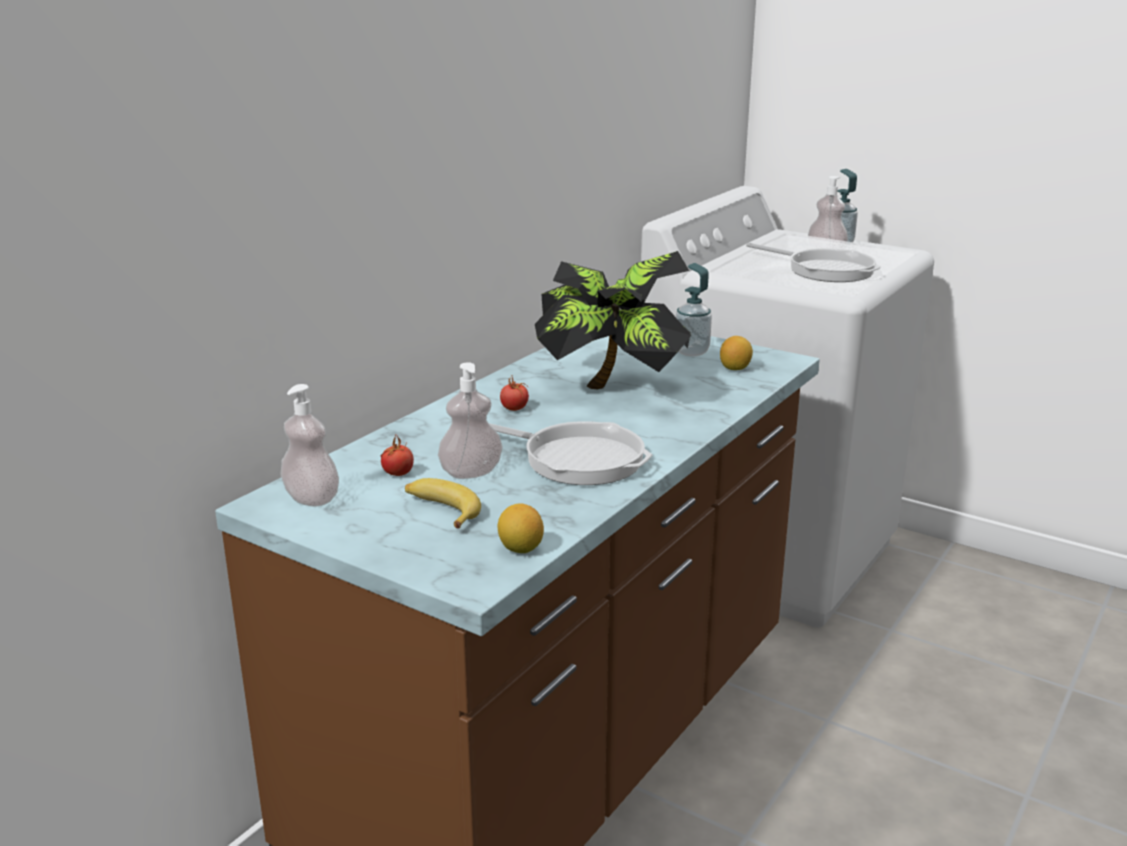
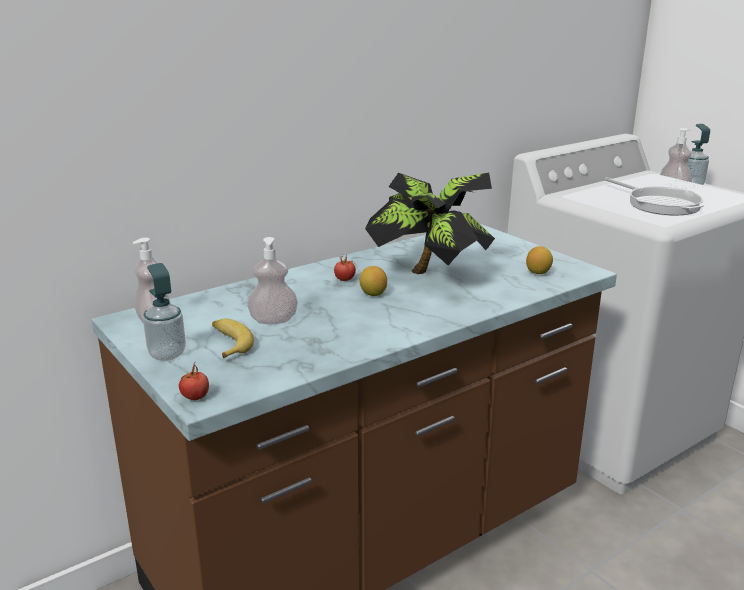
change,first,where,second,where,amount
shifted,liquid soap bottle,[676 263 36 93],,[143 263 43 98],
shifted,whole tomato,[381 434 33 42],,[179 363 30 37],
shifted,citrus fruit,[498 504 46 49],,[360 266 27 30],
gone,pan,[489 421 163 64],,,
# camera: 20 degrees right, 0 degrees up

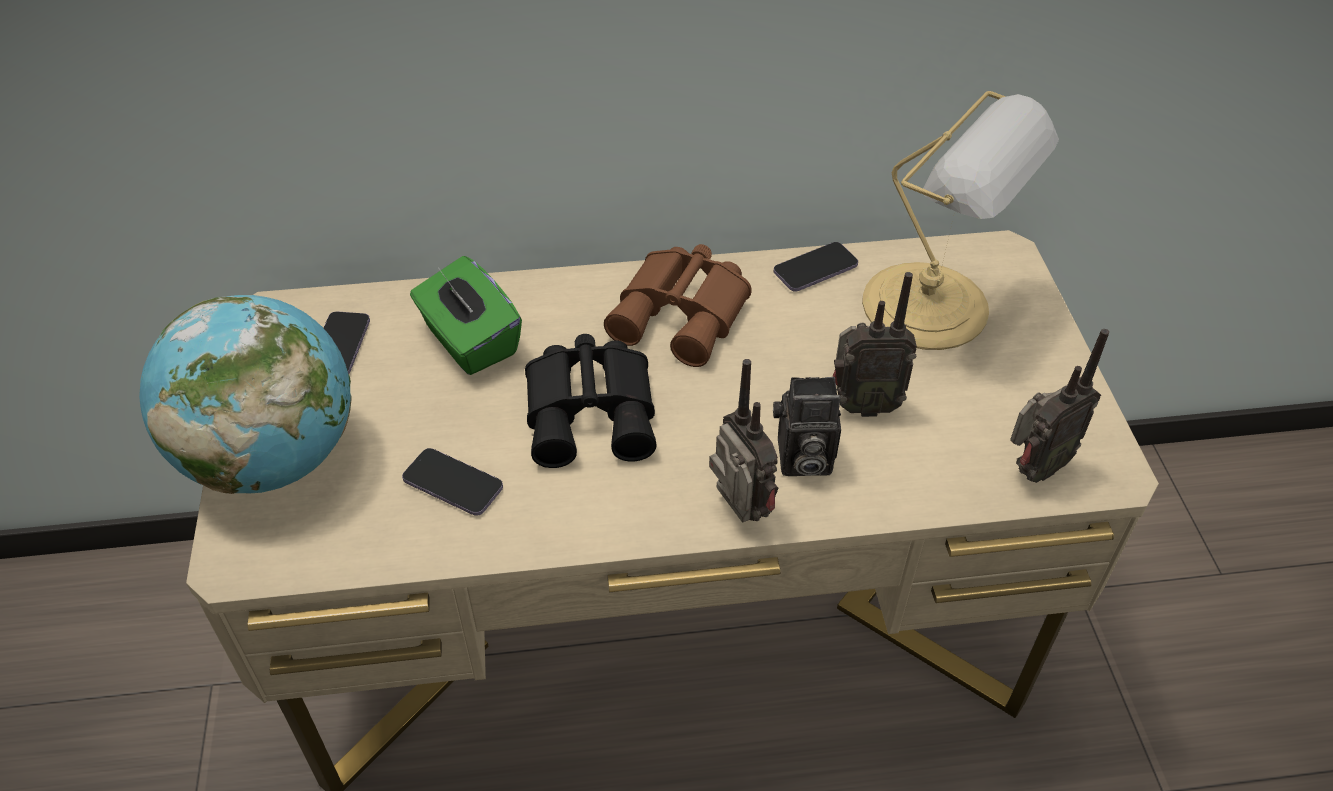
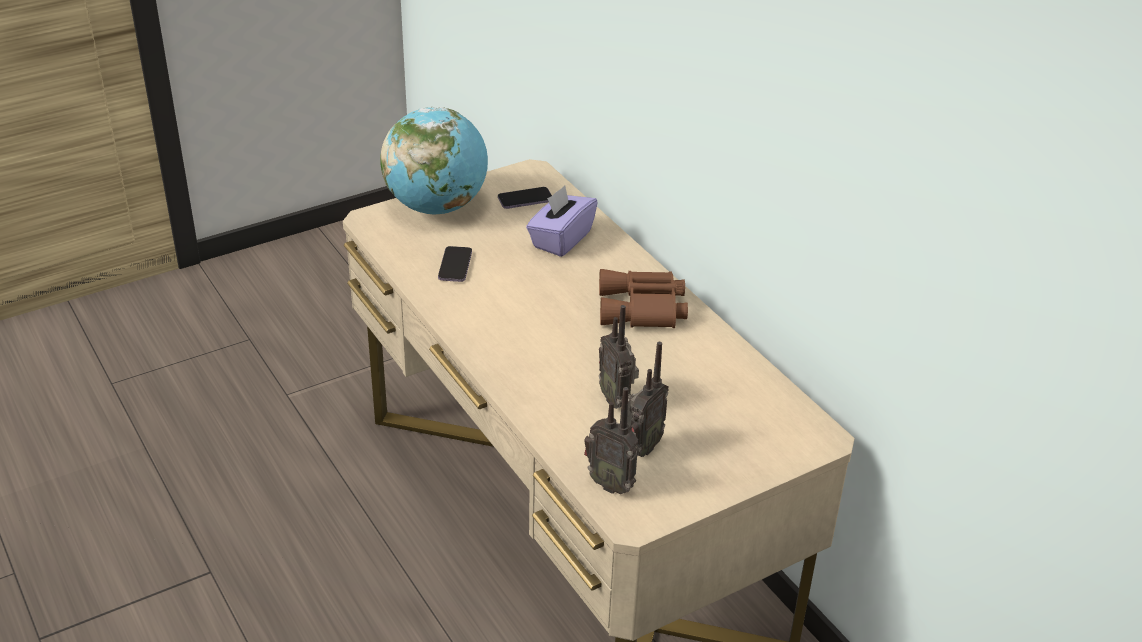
change,first,where,second,where,amount
repainted,greenish box of tissues,[410 256 112 119],purple box of tissues,[526 185 72 72],
shifted,radio set,[709 359 70 164],,[627 342 42 115],
gone,black-coloured field glasses,[525 334 132 134],,,
gone,still camera,[773 377 68 99],,,
gone,phone,[774 242 84 50],,,
gone,tabletop lamp,[862 91 197 259],,,
# camera: 65 degrees right, 10 degrees down

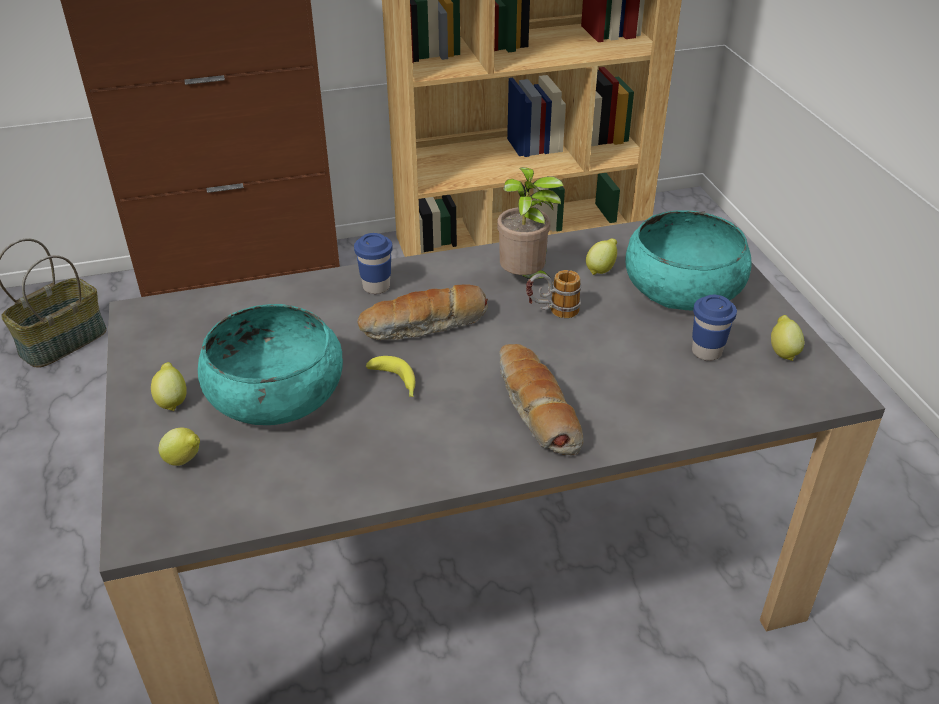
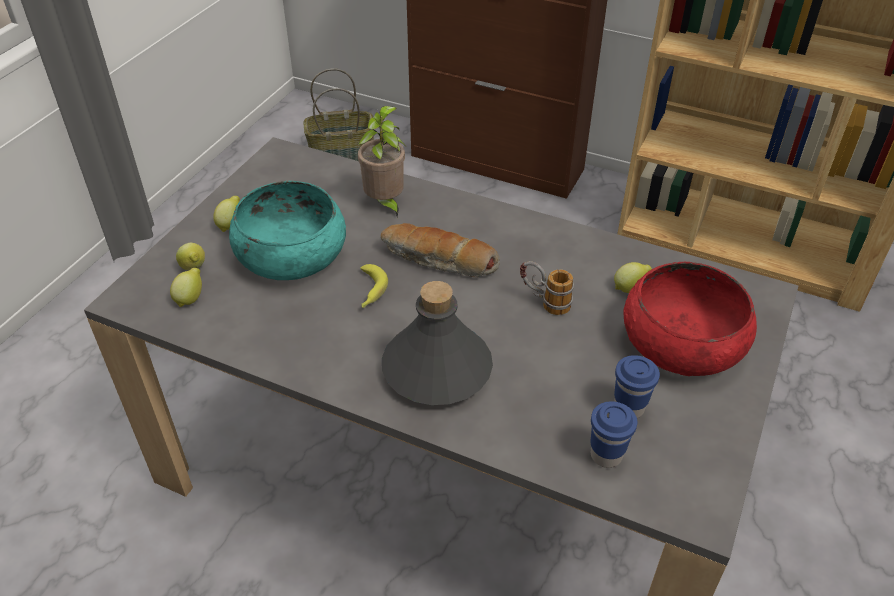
change,first,where,second,where,amount
shifted,citrus fruit,[771 315 33 46],,[170 268 32 39],
shifted,potted plant,[497 167 67 112],,[358 106 48 111],
swapped,baked bread,[499 344 85 111],gray beverage bottle,[382 281 111 124],
shifted,bluish cup,[354 233 39 61],,[591 401 46 67],
repainted,turquoise bowl,[625 210 127 101],reddish bowl,[623 262 134 114],
# camera: 40 degrees right, 5 degrees up

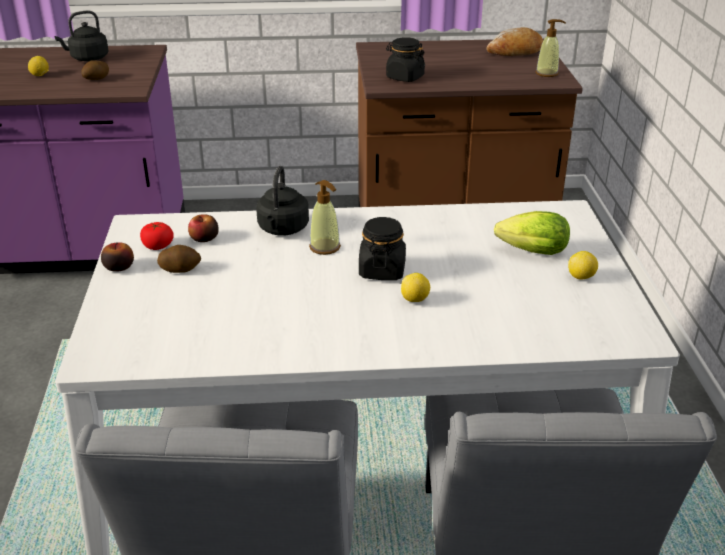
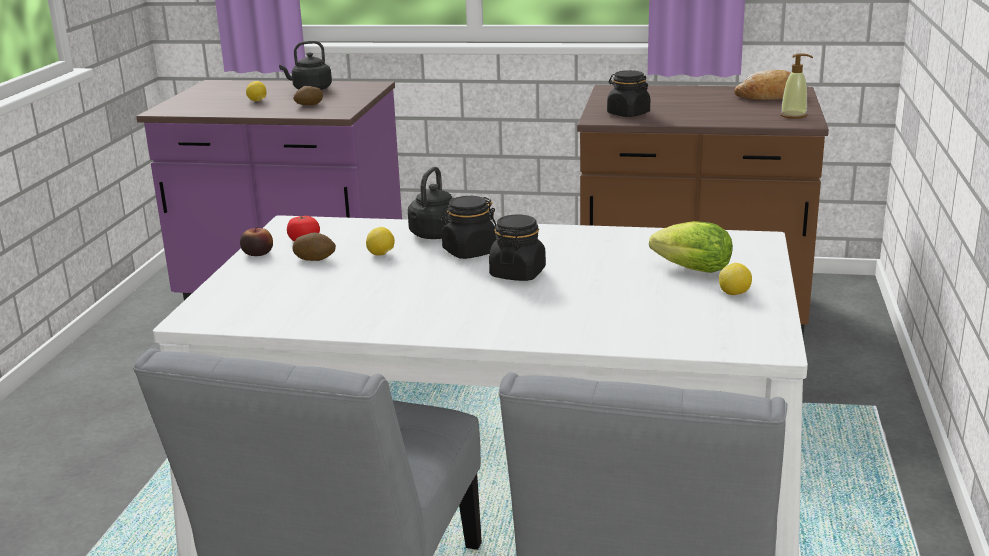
change,first,where,second,where,amount
shifted,citrus fruit,[401 273 29 29],,[366 227 29 29],
swapped,liquid soap bottle,[309 180 32 75],black-coloured storage jar,[439 196 58 63],
gone,apple fruit,[188 214 31 28],,,
# camera: 15 degrees right, 10 degrees down

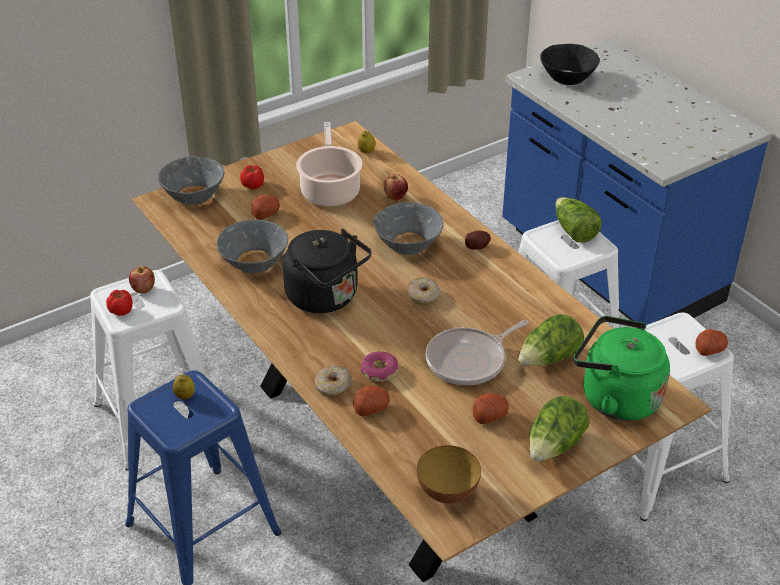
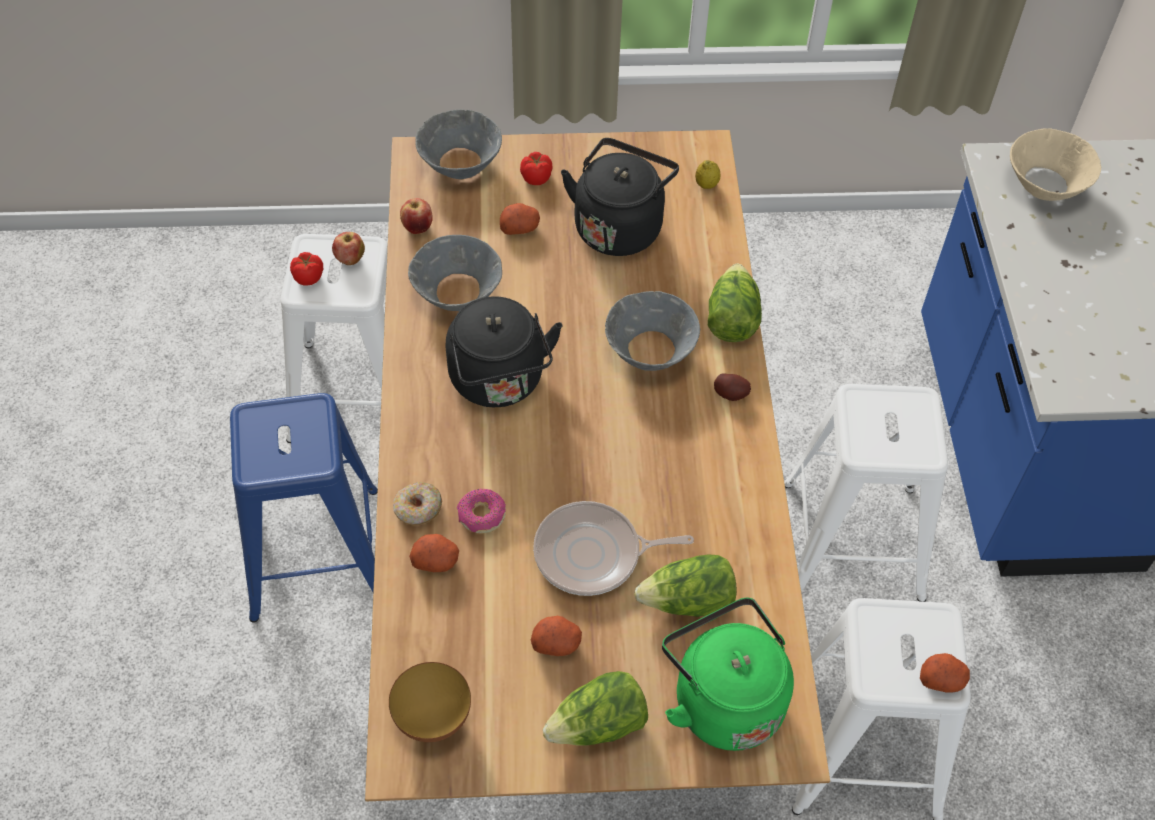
change,first,where,second,where,amount
shifted,apple fruit,[384 174 24 27],,[400 198 33 36],
swapped,saucepot,[296 122 67 85],black-coloured water kettle,[561 138 118 118],
shifted,lettuce,[555 197 46 46],,[708 264 54 78],
repainted,black-coloured bowl,[540 44 60 41],sand-coloured bowl,[1010 128 91 73],
gone,citrus fruit,[173 374 22 26],,,
gone,ring doughnut,[407 277 33 29],,,
# camera: 30 degrees right, 15 degrees up

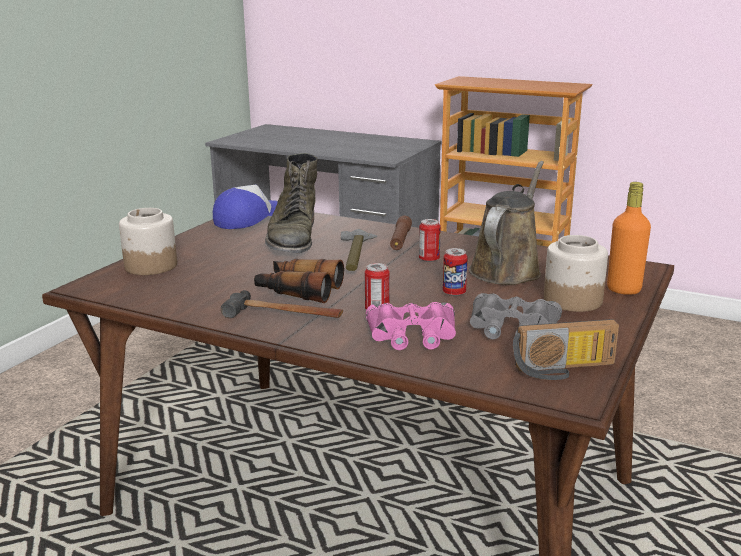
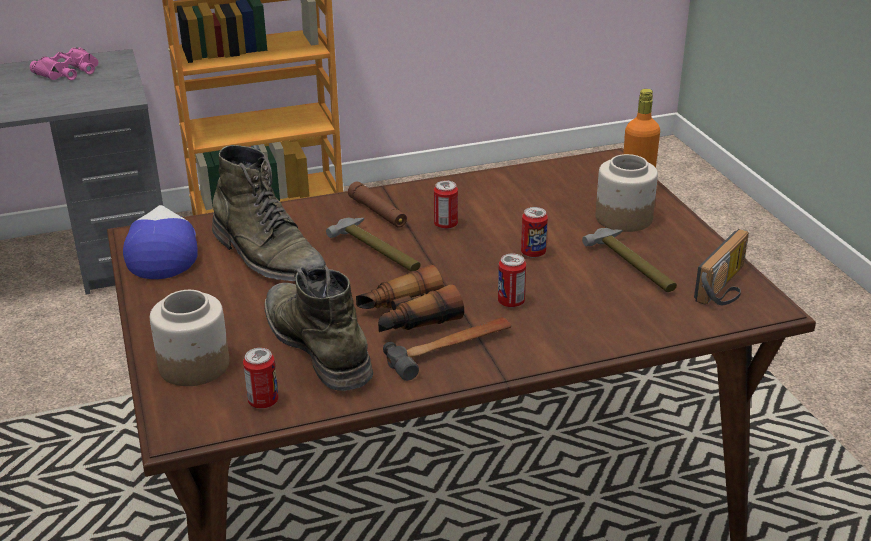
change,first,where,second,where,amount
shifted,pink-coloured field glasses,[366 302 90 48],,[30 47 68 33],
new,,,sealed can,[243 348 35 61],
new,,,greenish tall boot,[264 266 109 125],
swapped,gray field glasses,[470 293 92 46],tool hammer,[582 228 95 64],
gone,brown-coloured watering pot,[469 161 75 124],,,
# camera: 45 degrees left, 10 degrees up

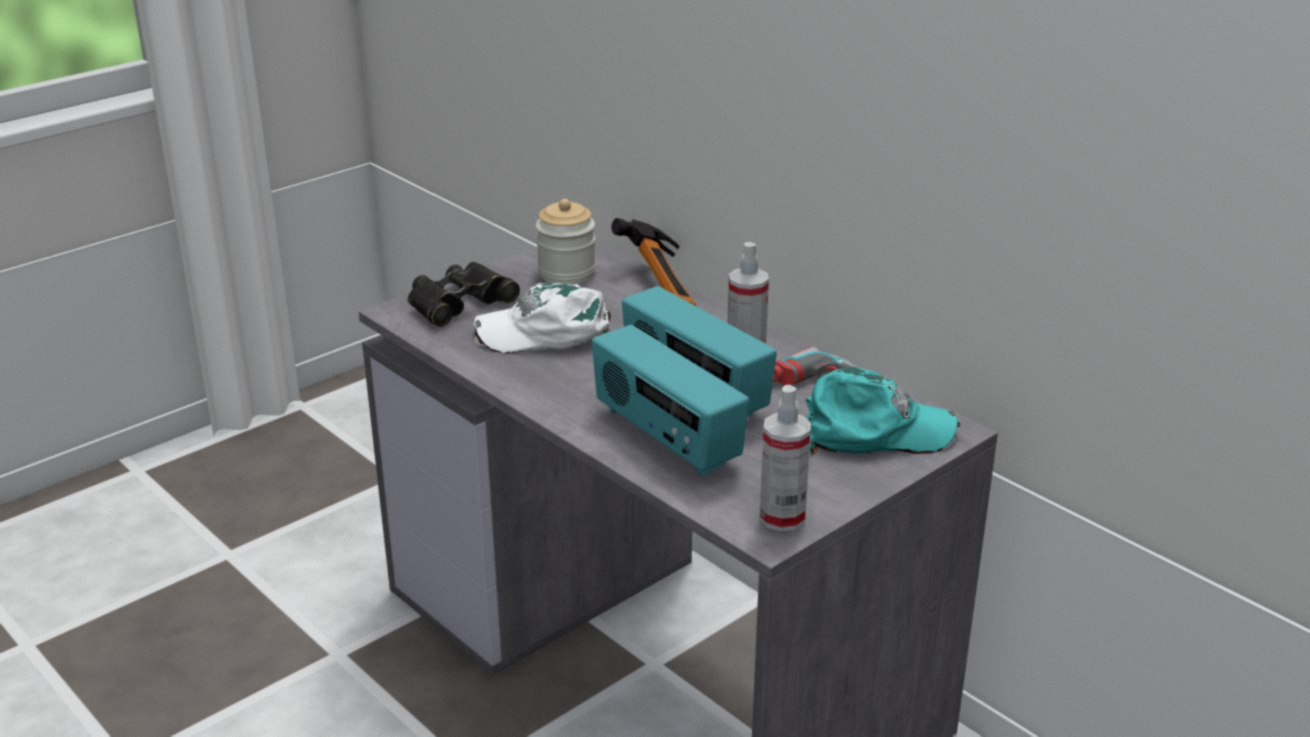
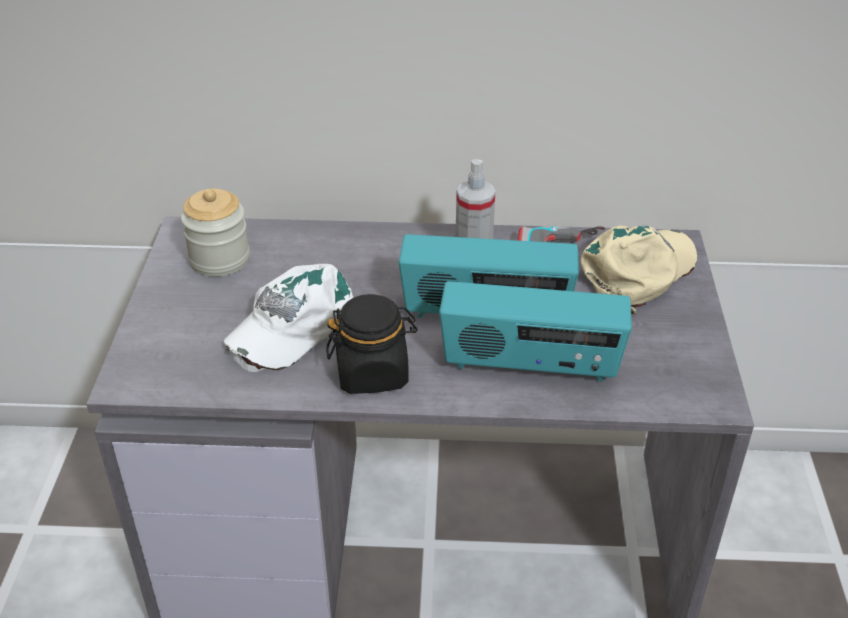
change,first,where,second,where,amount
new,,,black-coloured storage jar,[326 294 92 100],
repainted,turquoise peaked cap,[805 367 155 87],sand-coloured peaked cap,[581 225 116 90],
gone,black-coloured field glasses,[408 262 112 65],,,
gone,tool hammer,[611 218 86 88],,,
gone,sprayer,[759 385 52 147],,,
# camera: 45 degrees left, 10 degrees up

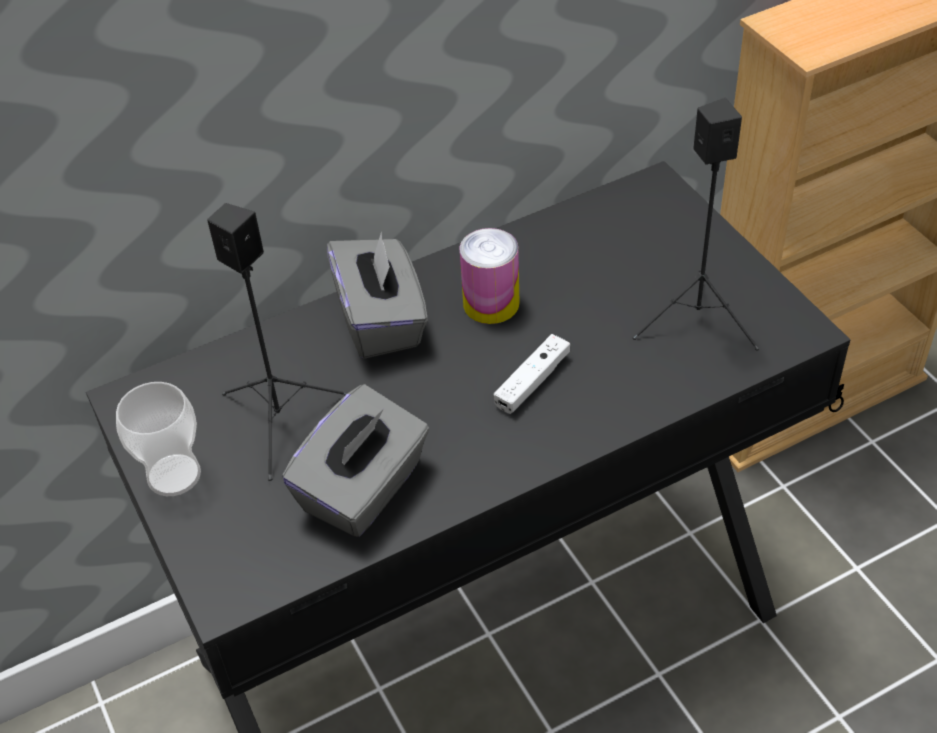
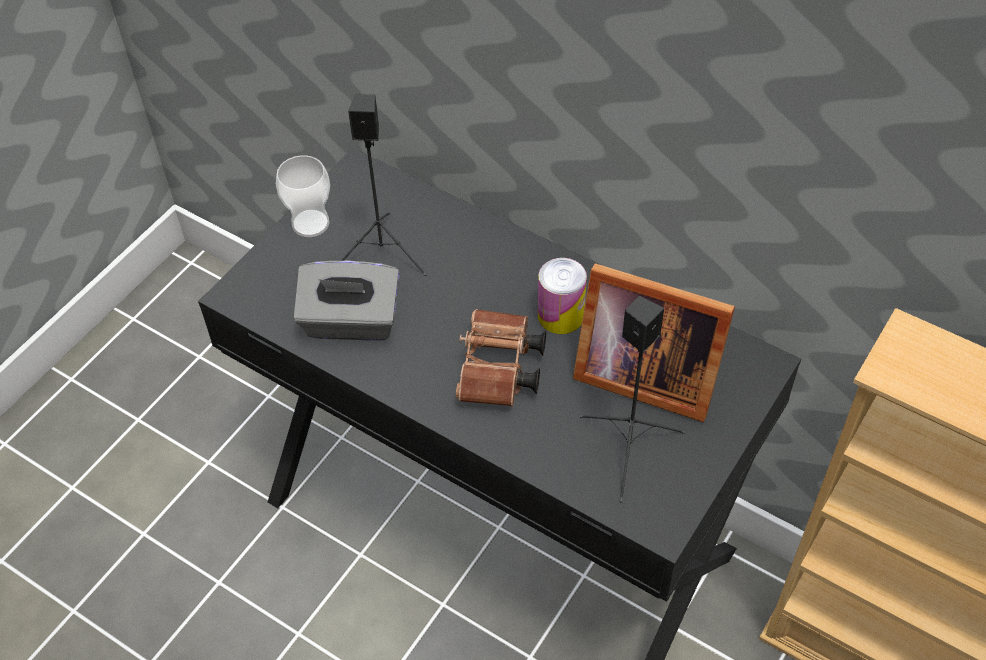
change,first,where,second,where,amount
swapped,white-coloured gamepad,[494 334 76 80],brown-coloured field glasses,[456 309 90 98],
new,,,standing frame,[573 263 162 159],
gone,gray box of tissues,[326 231 102 128],,,
# camera: 60 degrees right, 5 degrees up

